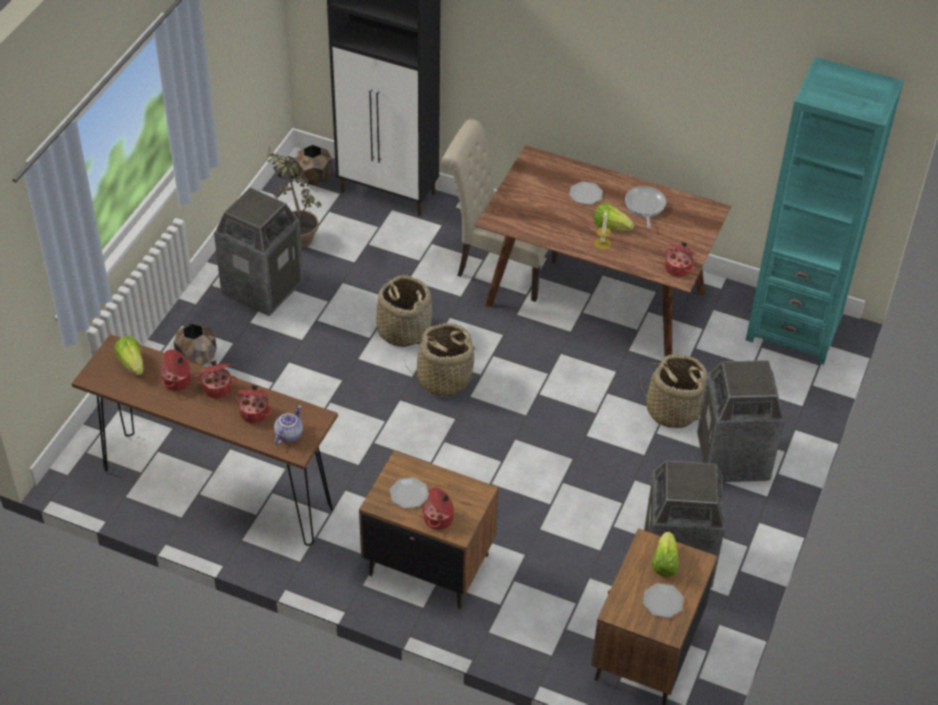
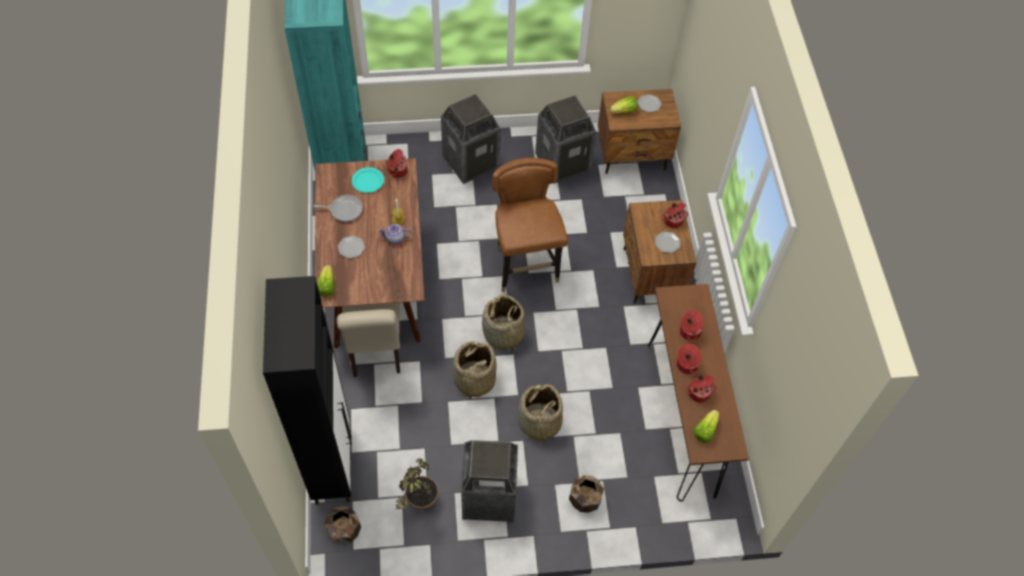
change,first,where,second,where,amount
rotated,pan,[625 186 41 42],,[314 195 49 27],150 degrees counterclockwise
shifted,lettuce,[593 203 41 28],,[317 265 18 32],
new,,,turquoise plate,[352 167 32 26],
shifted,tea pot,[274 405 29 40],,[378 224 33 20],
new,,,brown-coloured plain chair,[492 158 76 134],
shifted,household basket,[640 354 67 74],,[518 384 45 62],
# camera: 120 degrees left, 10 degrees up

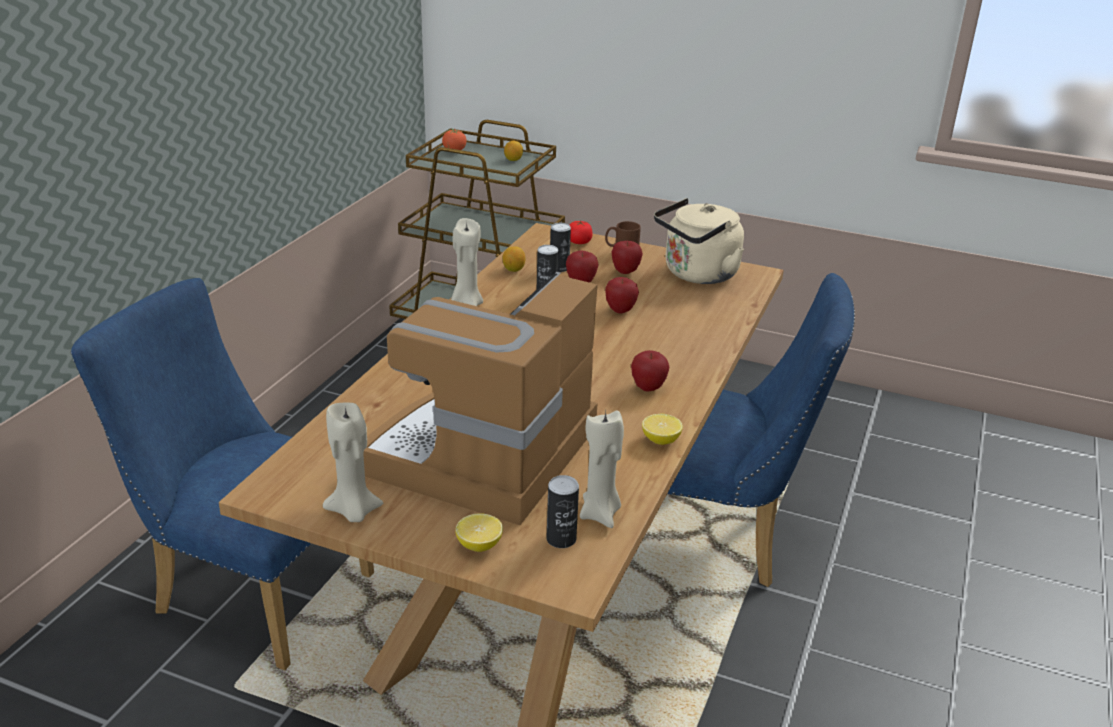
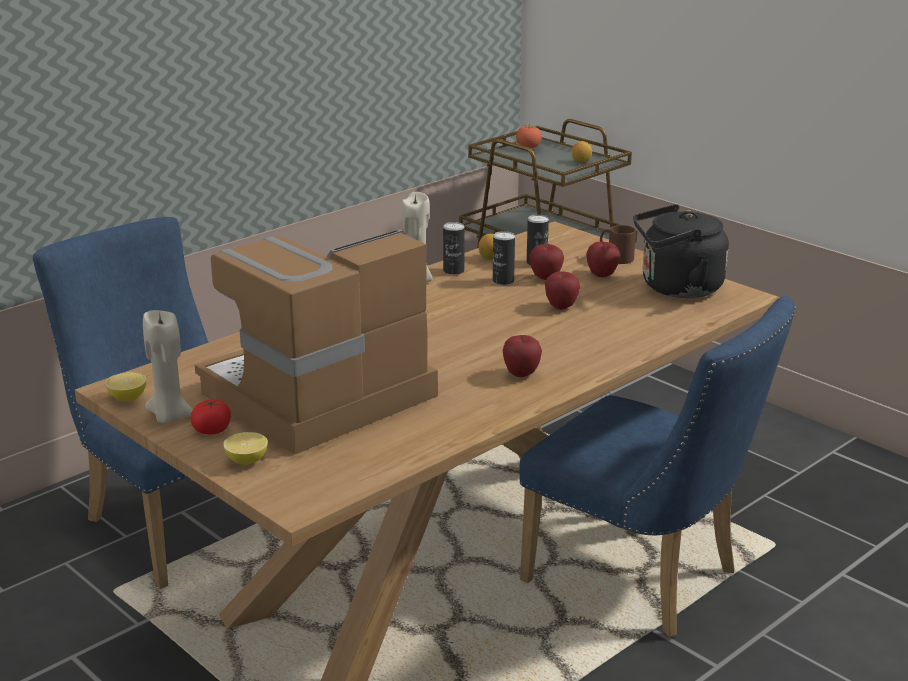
change,first,where,second,where,amount
shifted,citrus fruit,[642 414 41 31],,[105 372 42 29],
shifted,whole tomato,[570 220 23 24],,[191 399 40 35],
shifted,sealed can,[546 475 33 73],,[443 222 22 53],
repainted,sand-coloured water kettle,[654 198 90 86],black-coloured water kettle,[633 204 96 94],
gone,sand-coloured candle,[580 411 44 117],,,
# camera: 25 degrees right, 5 degrees down

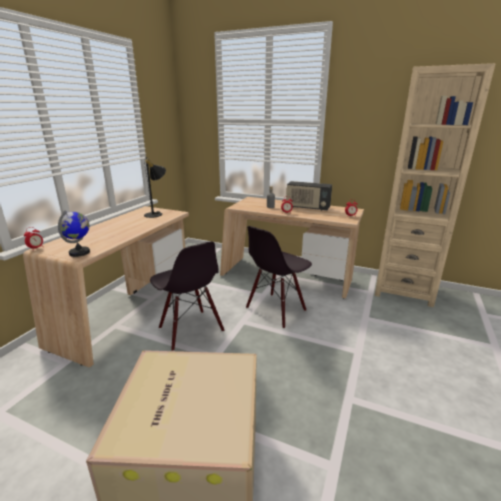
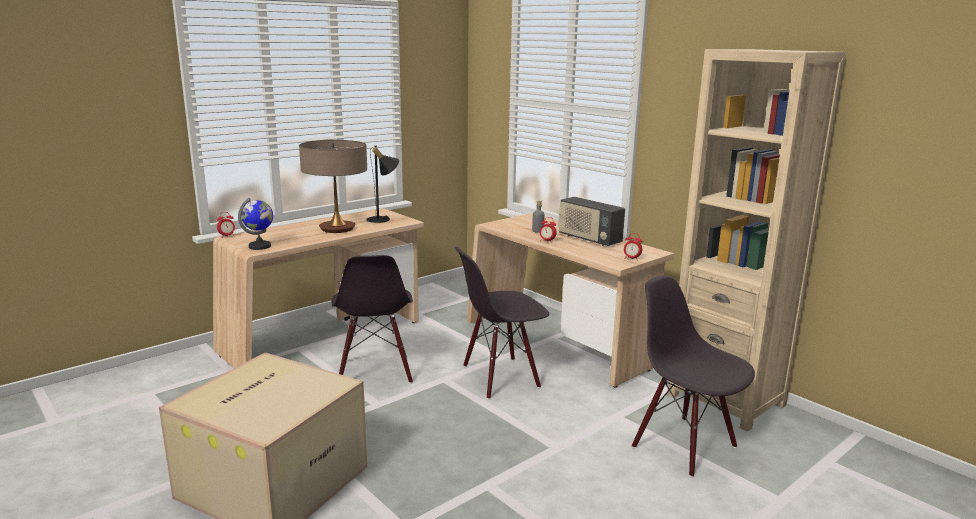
change,first,where,second,where,amount
new,,,tabletop lamp,[299 140 68 93],
new,,,black-coloured plain chair,[632 275 123 203],
# camera: 25 degrees right, 5 degrees down

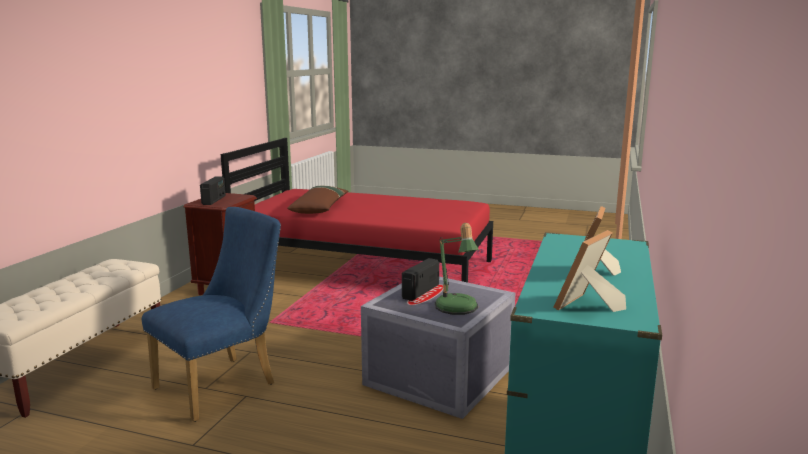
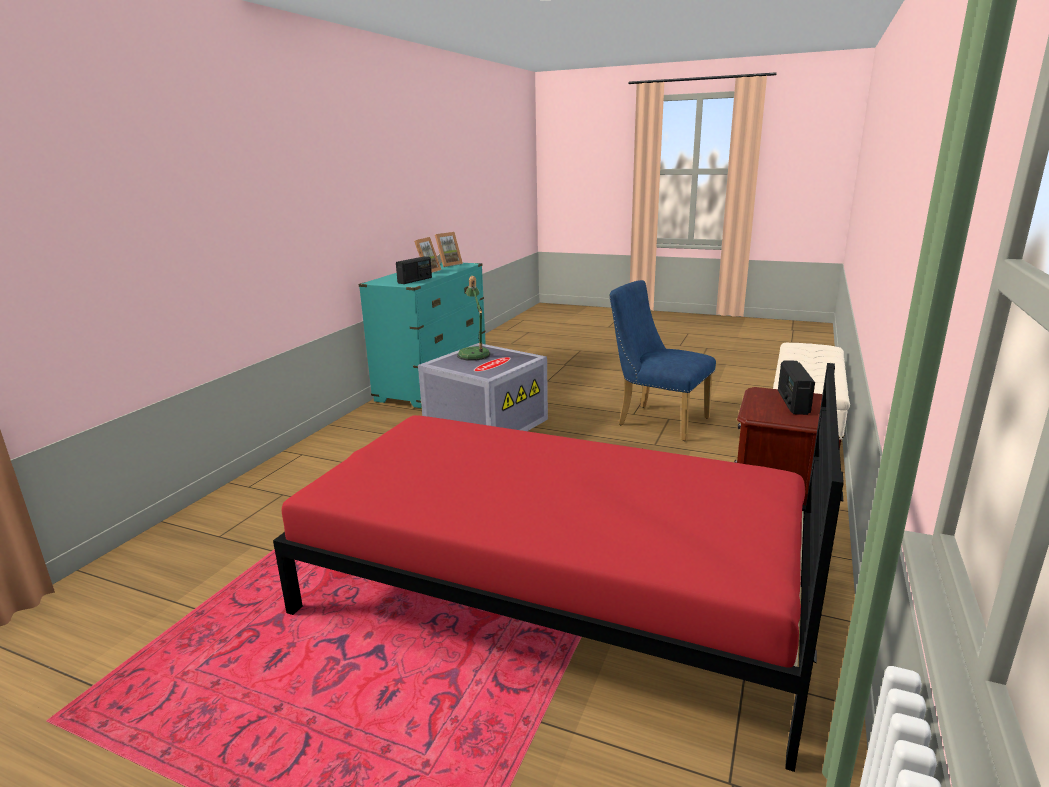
change,first,where,second,where,amount
shifted,radio set,[402 258 37 43],,[396 256 36 28],
rotated,bluish plain chair,[142 207 139 215],,[609 280 107 161],75 degrees clockwise
gone,brown-coloured throw pillow,[287 185 61 29],,,
# camera: 175 degrees left, 5 degrees up

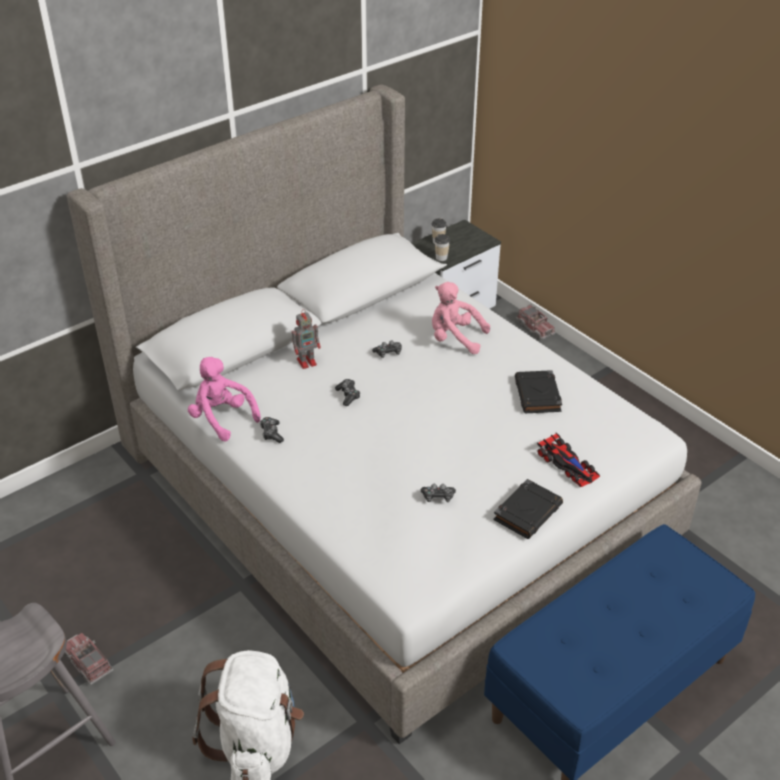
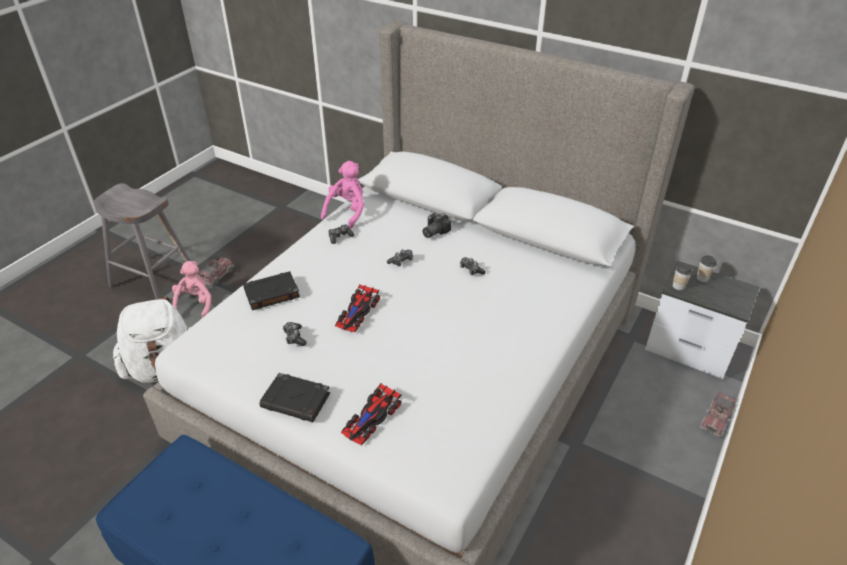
change,first,where,second,where,amount
shifted,pink-coloured plush toy,[432 282 58 72],,[172 261 39 57],
shifted,black-coloured bound book,[515 370 47 43],,[243 271 57 39],
new,,,model car,[335 285 45 47],
swapped,model robot,[292 309 29 60],still camera,[423 213 28 25],
# camera: 70 degrees right, 0 degrees up

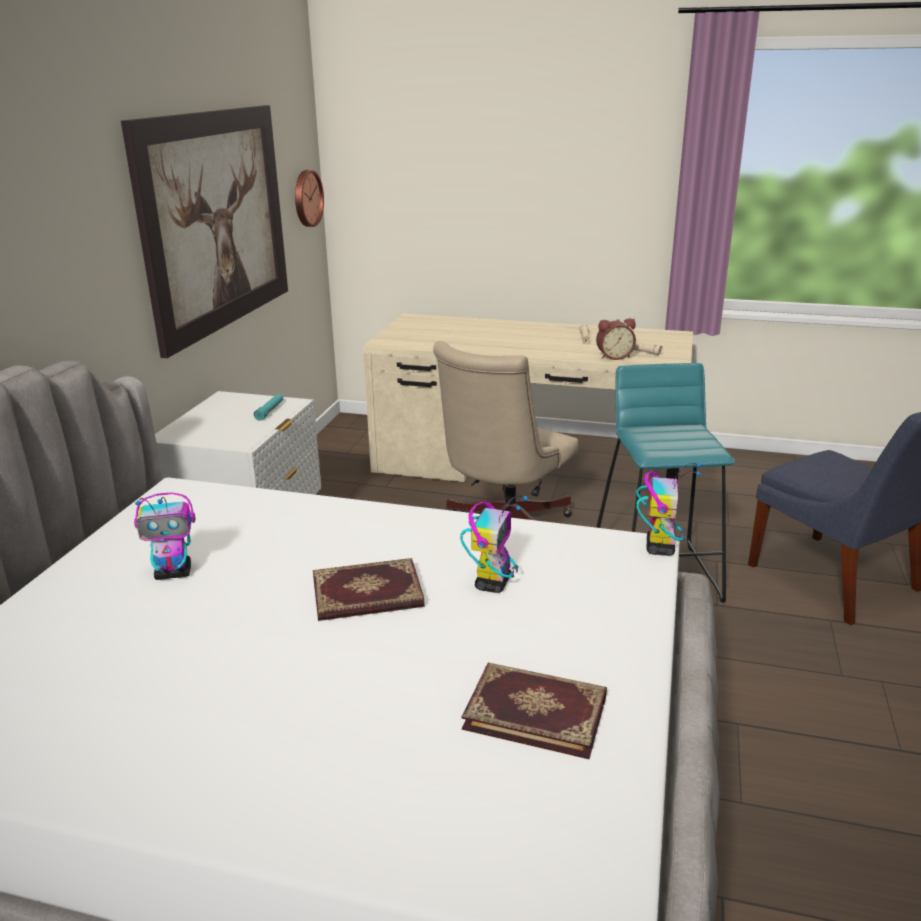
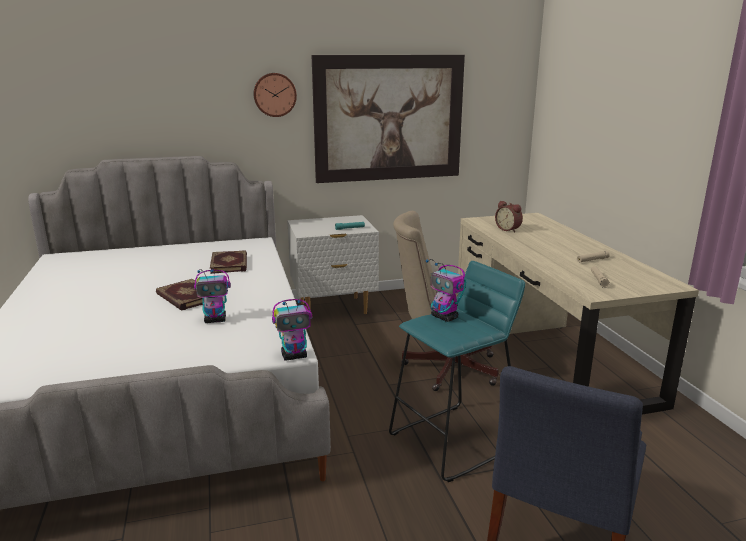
change,first,where,second,where,amount
shifted,bound book,[462 663 145 96],,[210 250 37 24],
shifted,hanging clock,[295 170 29 57],,[254 73 43 44],
shifted,model robot,[134 493 61 87],,[426 259 40 63],
shifted,bedside clock,[596 318 40 42],,[495 201 28 31],
# camera: 60 degrees right, 5 degrees down

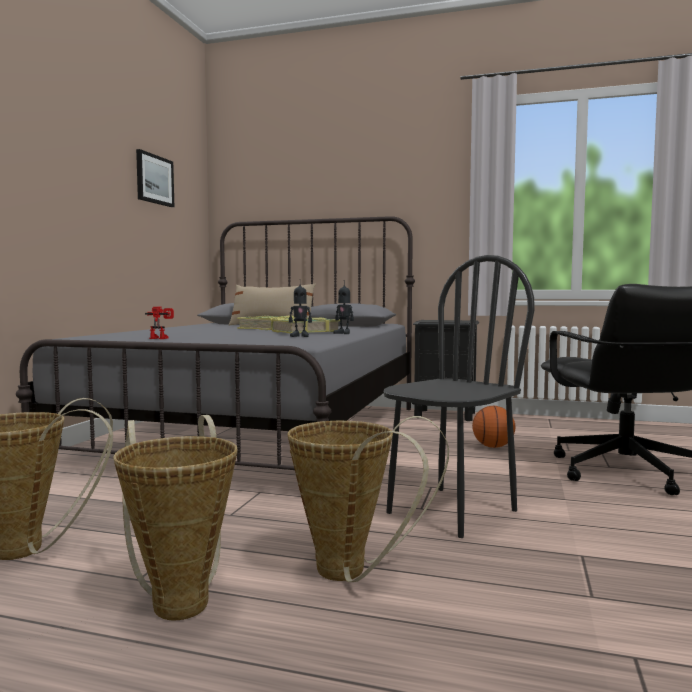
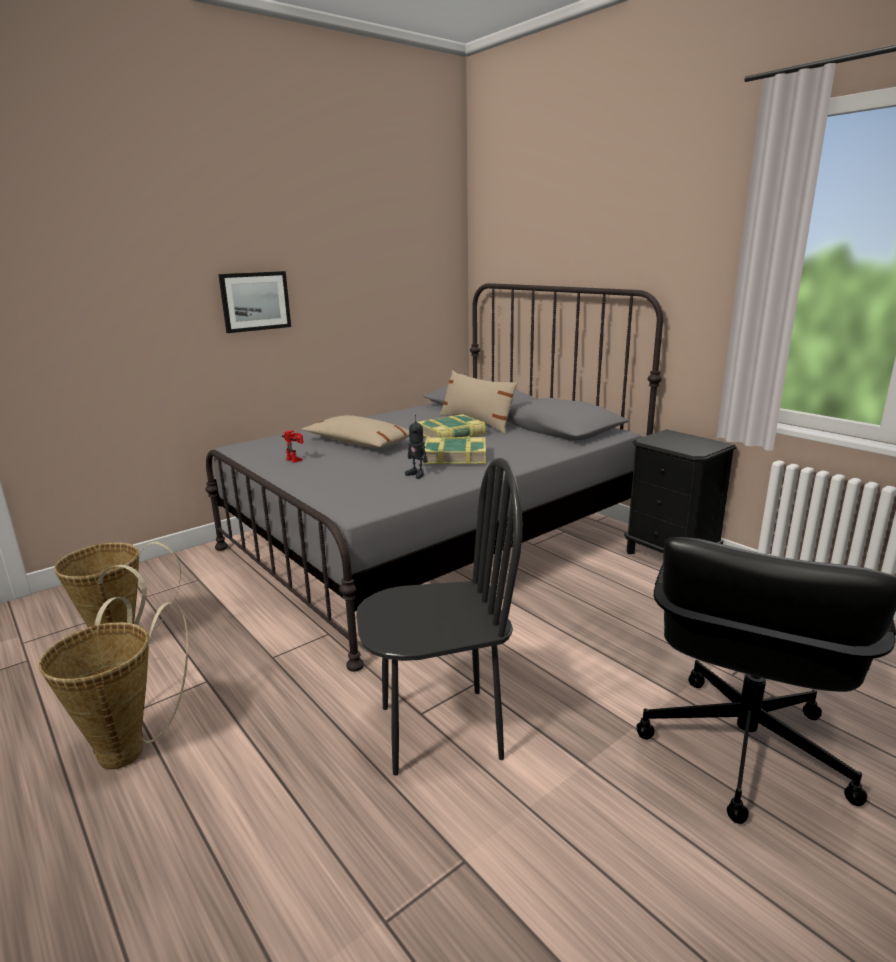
change,first,where,second,where,amount
shifted,wall picture,[136 149 38 58],,[218 271 73 62],
new,,,sand-coloured throw pillow,[301 415 108 33],
gone,household basket,[287 416 162 166],,,
gone,model robot,[333 280 21 54],,,
gone,basketball,[472 406 43 42],,,
# camera: 35 degrees right, 15 degrees up

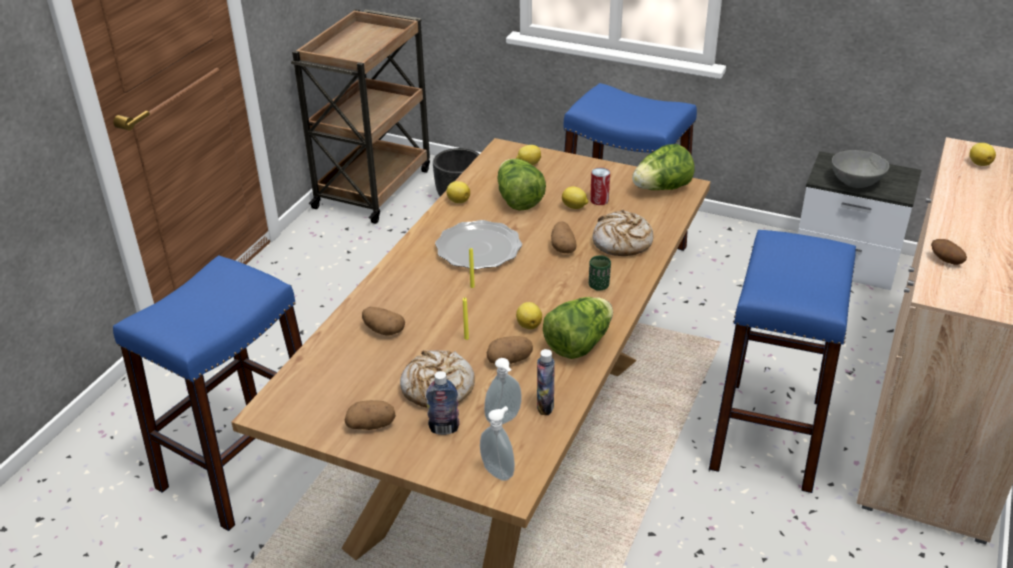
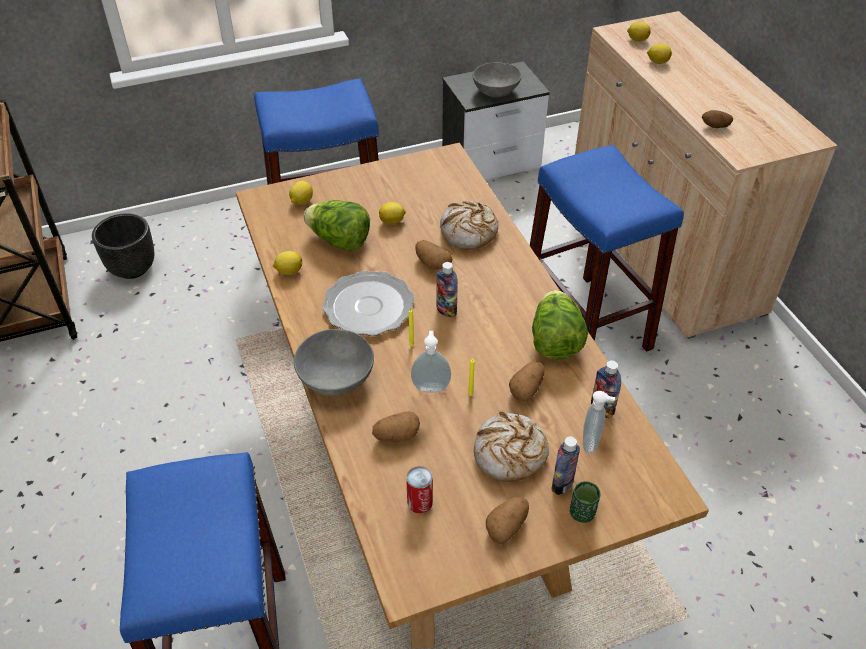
change,first,where,second,where,amount
new,,,gray bowl,[294 329 80 67],
shifted,sealed can,[590 167 20 38],,[406 466 27 48],
shifted,liquid soap bottle,[480 406 35 75],,[411 331 40 61],
new,,,beverage bottle,[436 262 22 56],
shifted,greenish cup,[589 255 22 36],,[570 481 30 42],
shifted,citrus fruit,[516 302 26 27],,[647 43 25 21],
gone,lettuce,[632 144 63 46],,,
# camera: 45 degrees left, 10 degrees up

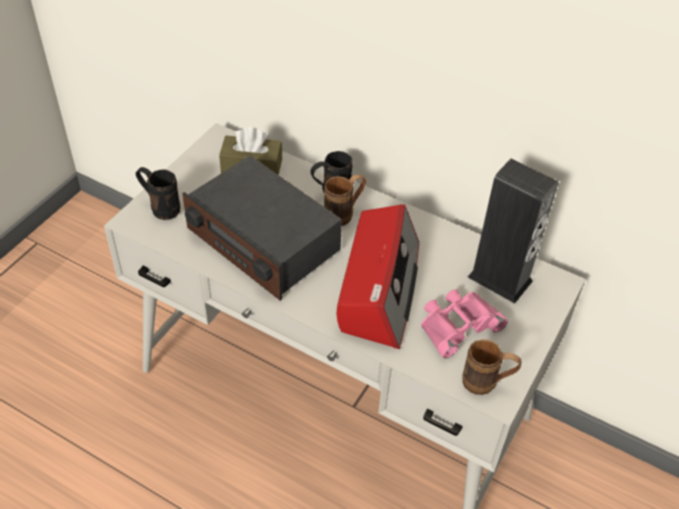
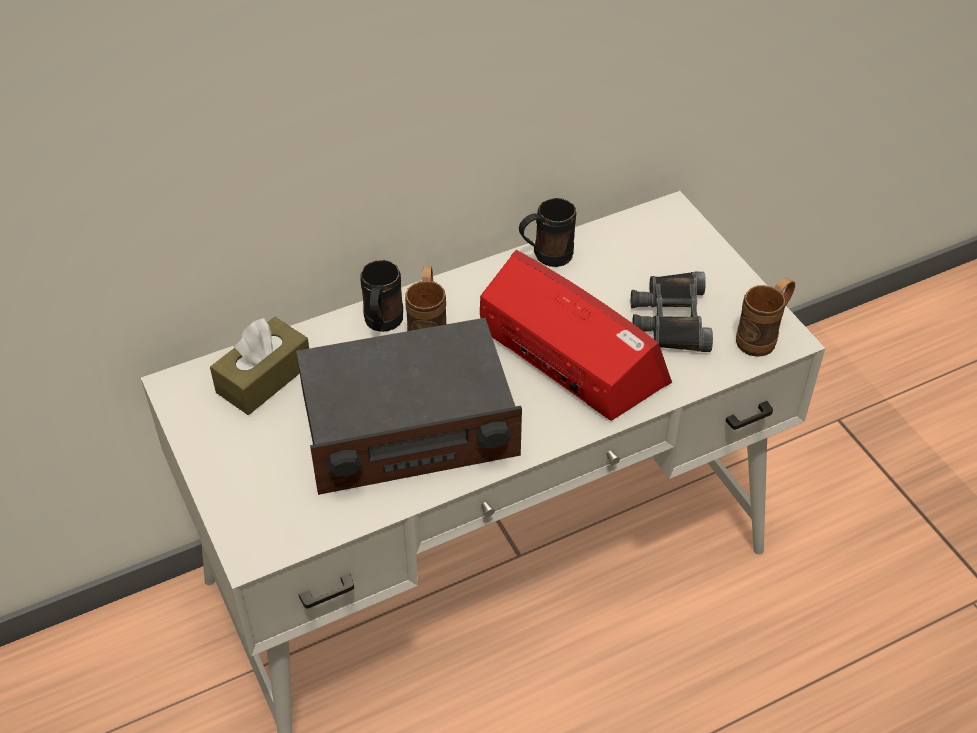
change,first,where,second,where,amount
shifted,black-coloured mug,[136 167 44 53],,[519 198 57 69],
repainted,pink-coloured field glasses,[421 289 87 69],black-coloured field glasses,[631 272 82 80],
gone,loudspeaker,[468 159 91 144],,,
# camera: 55 degrees left, 0 degrees up

